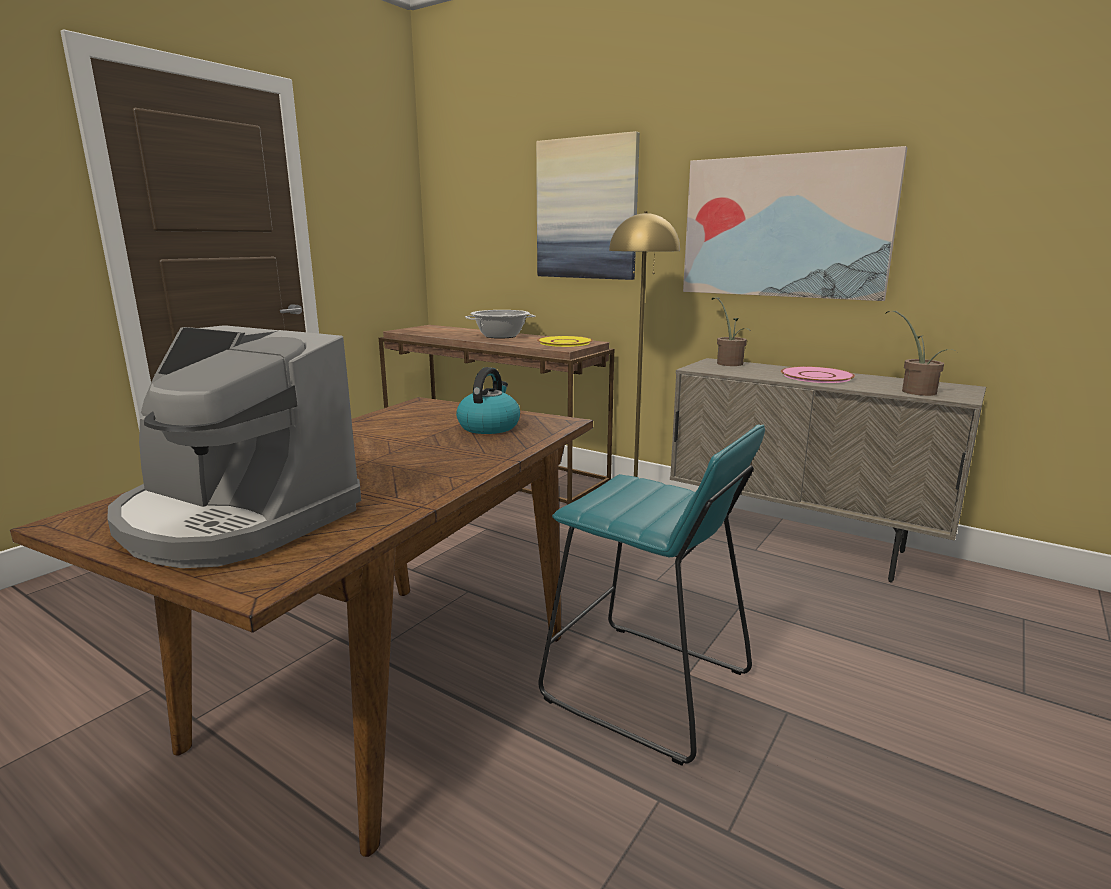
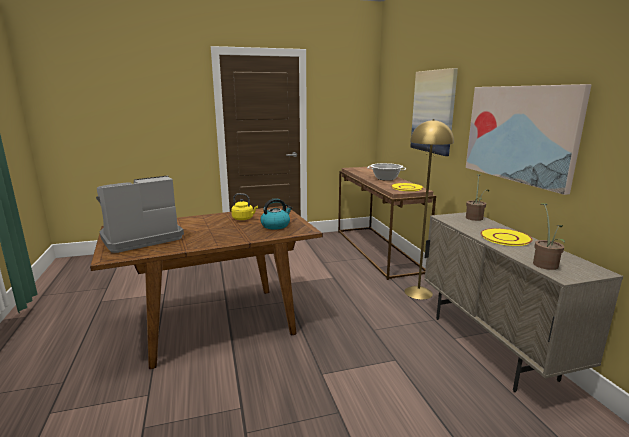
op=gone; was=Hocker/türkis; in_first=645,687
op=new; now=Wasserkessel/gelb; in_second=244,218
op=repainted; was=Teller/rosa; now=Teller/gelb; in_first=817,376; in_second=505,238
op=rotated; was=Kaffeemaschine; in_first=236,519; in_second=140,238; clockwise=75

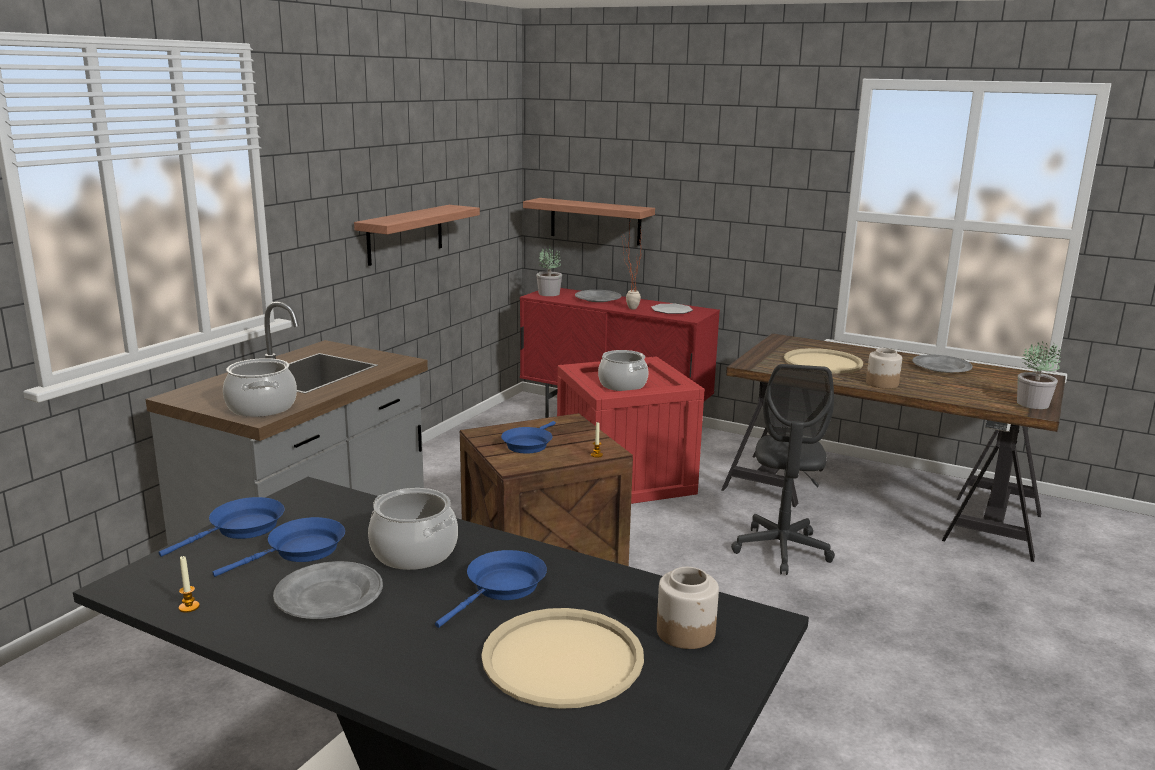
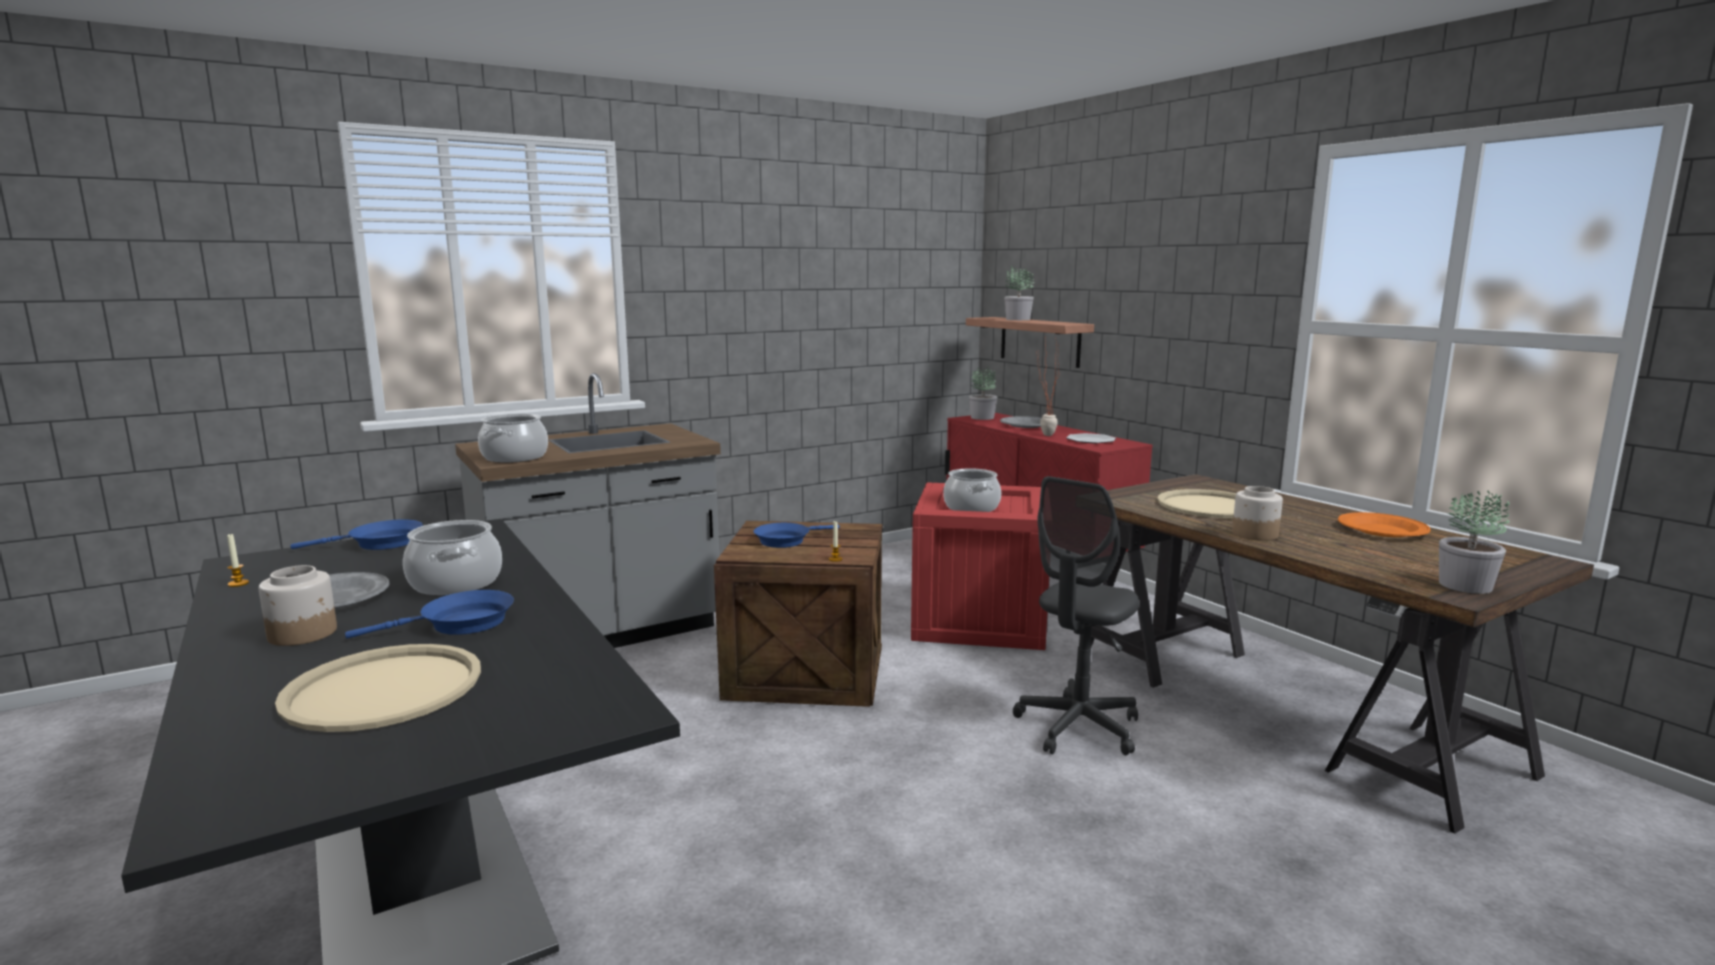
op=gone; was=Pfanne/blau; in_first=300,551
op=gone; was=Wandregal; in_first=405,234
op=new; now=Topfpflanze; in_second=1017,319
op=shifted; was=Vorratsglas; in_first=686,632; in_second=303,634
op=repainted; was=Teller/grau; now=Teller/orange; in_first=941,367; in_second=1381,530

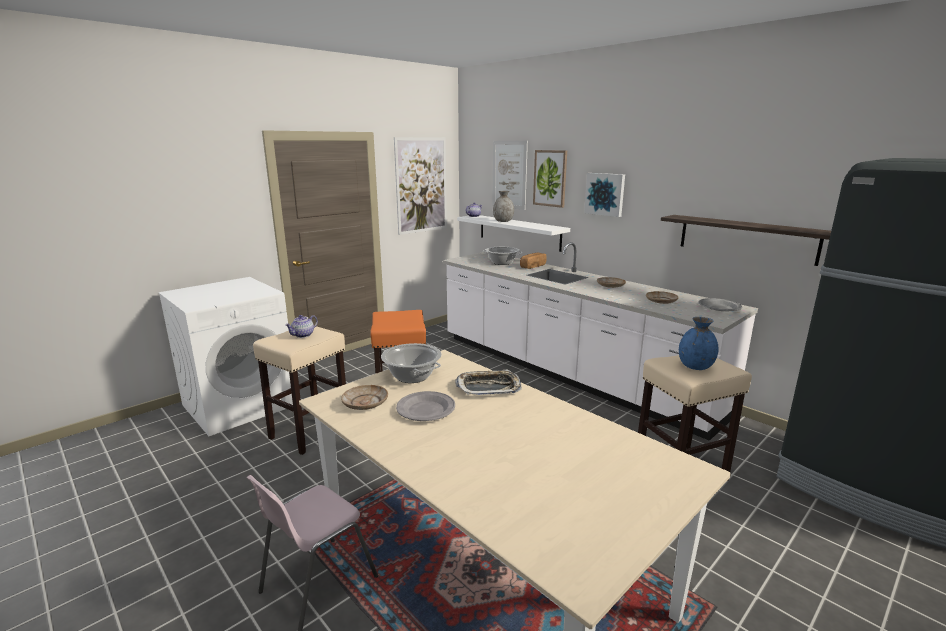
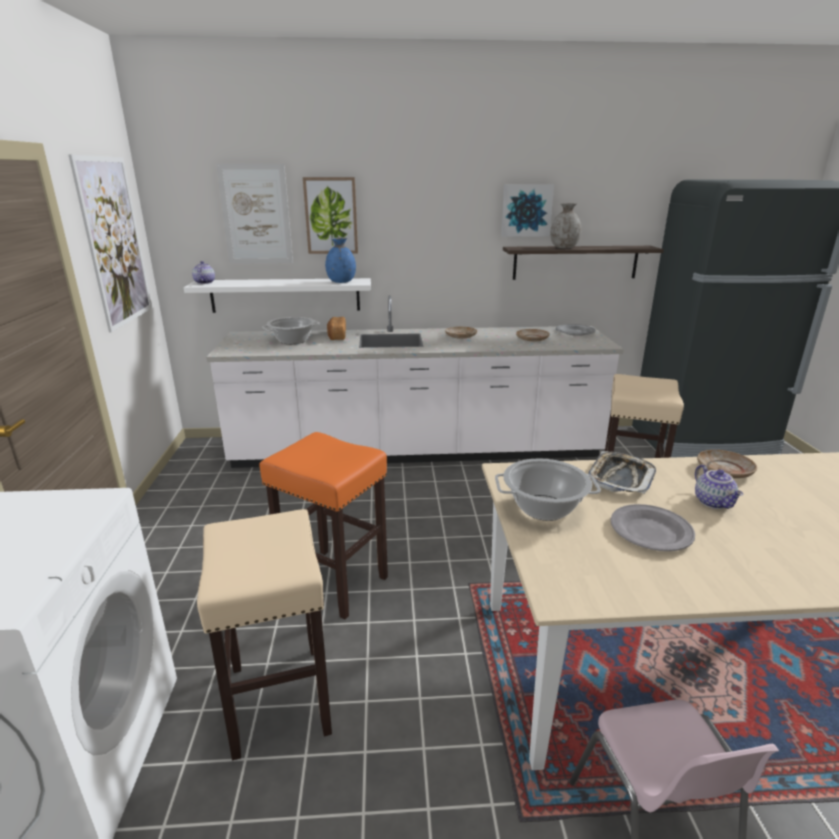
op=shifted; was=Teekanne; in_first=303,335; in_second=714,502
op=shifted; was=Teller/beige; in_first=365,403; in_second=724,470
op=shifted; was=Vase/grau; in_first=503,221; in_second=563,247
op=shifted; was=Bild; in_first=605,194; in_second=526,210
op=shifted; was=Vase/blau; in_first=695,367; in_second=341,282

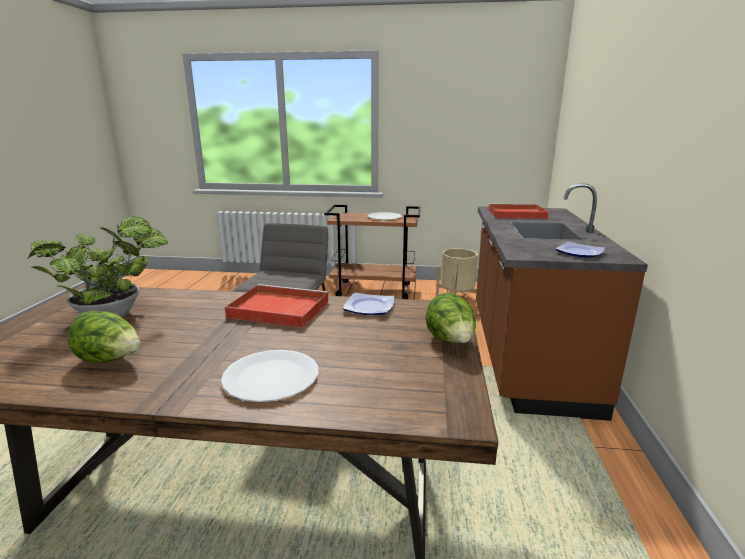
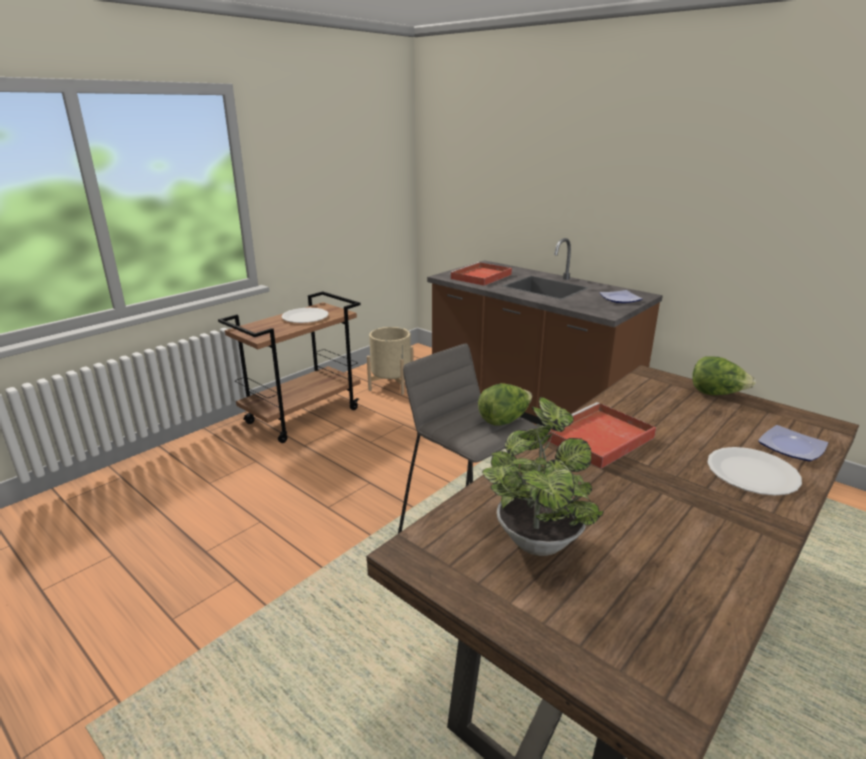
op=shifted; was=Salatkopf; in_first=111,360; in_second=504,420
op=shifted; was=Teller; in_first=368,307; in_second=792,448

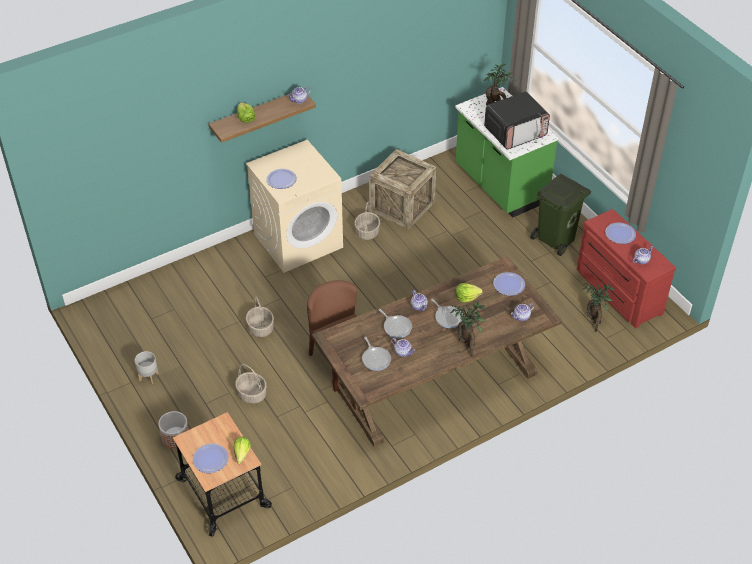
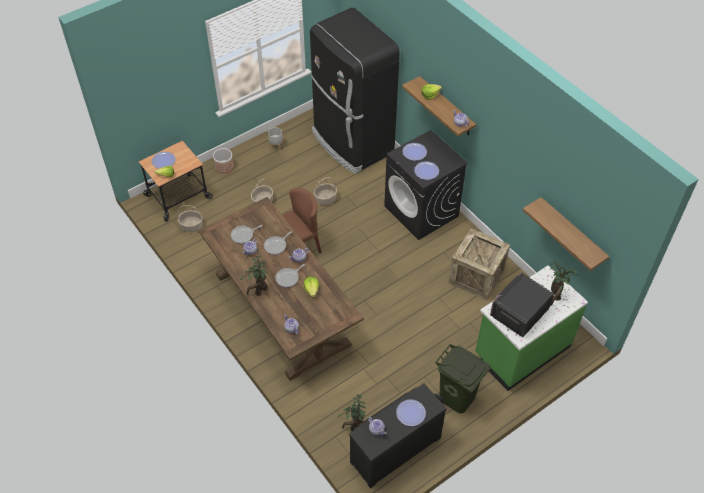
op=new; now=Kühlschrank/schwarz; in_second=351,143
op=new; now=Wandregal; in_second=572,232
op=shifted; was=Korb; in_first=367,232; in_second=191,226
op=shifted; was=Teller; in_first=509,284; in_second=426,171
op=repainted; was=Waschmaschine/beige; now=Waschmaschine/schwarz; in_first=298,240; in_second=422,211
op=repainted; was=Kommode/rot; now=Kommode/schwarz; in_first=617,292; in_second=394,448
op=rotated; was=Mikrowelle; in_first=515,132; in_second=519,313; clockwise=75

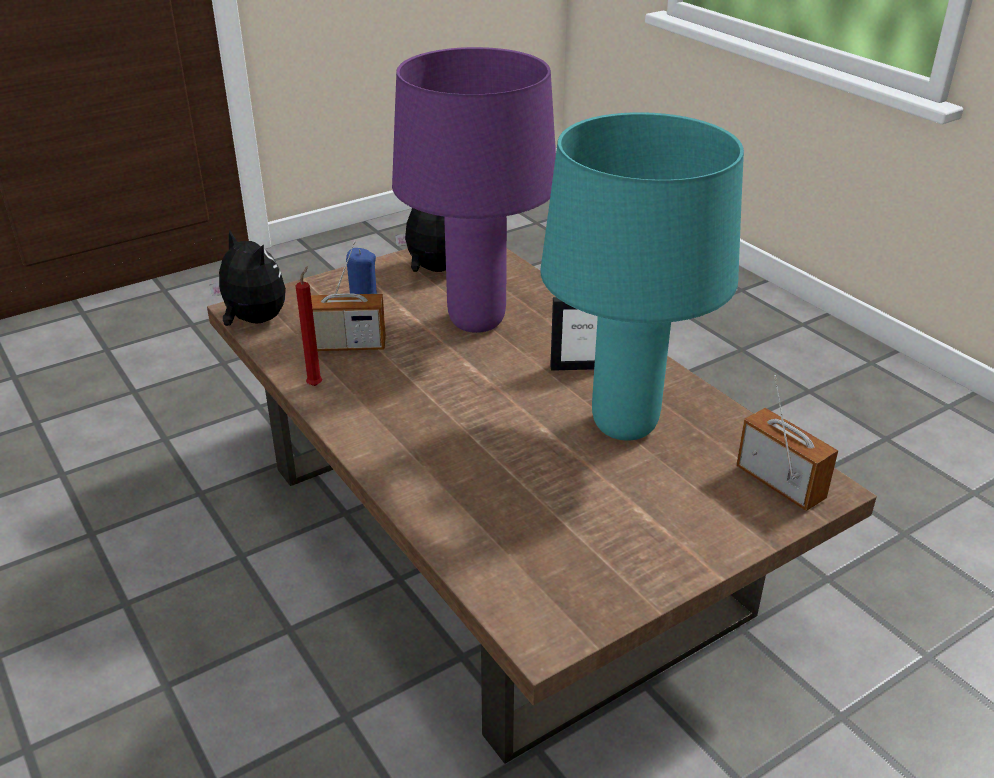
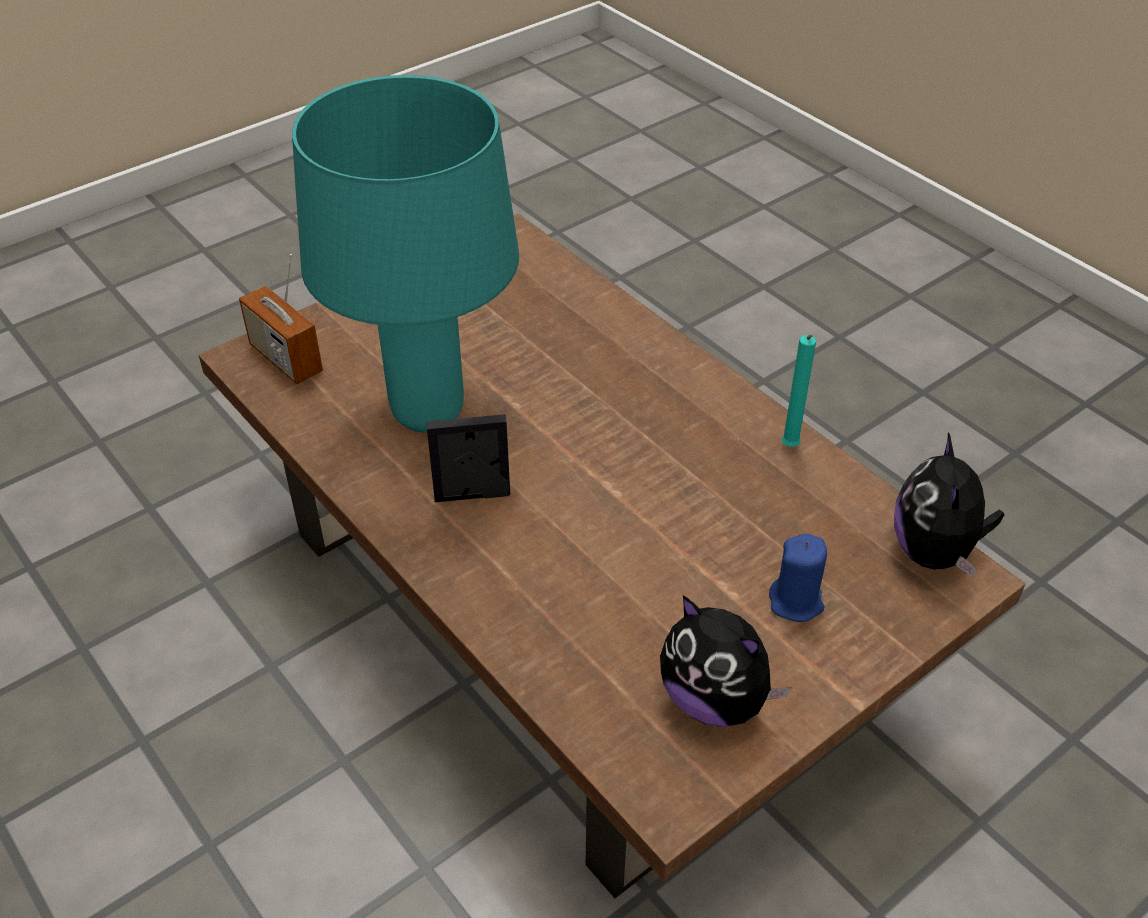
op=gone; was=Radio; in_first=348,345
op=gone; was=Tischlampe/lila; in_first=478,322
op=repainted; was=Kerze/rot; now=Kerze/türkis; in_first=316,384; in_second=789,448
op=rotated; was=Plüschtier; in_first=253,321; in_second=935,552; clockwise=60

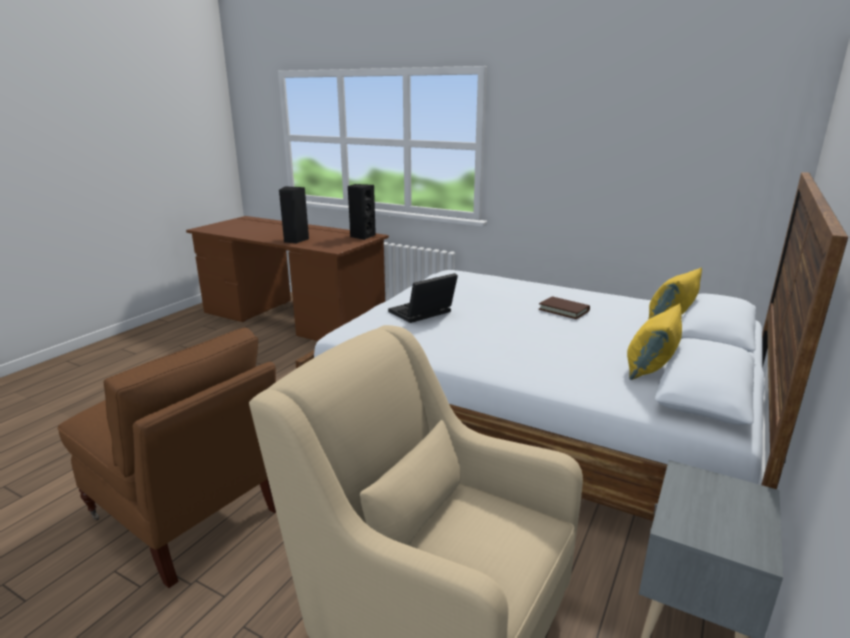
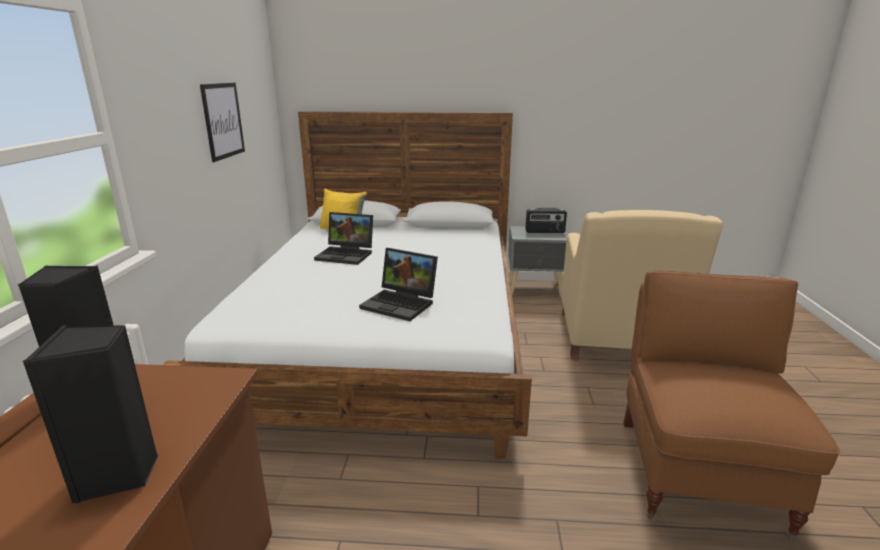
op=gone; was=Kissen/gelb; in_first=650,369
op=new; now=Bild; in_second=223,120
op=new; now=Radio; in_second=545,232
op=swapped; was=Buch/braun; now=Laptop; in_first=563,310; in_second=347,255

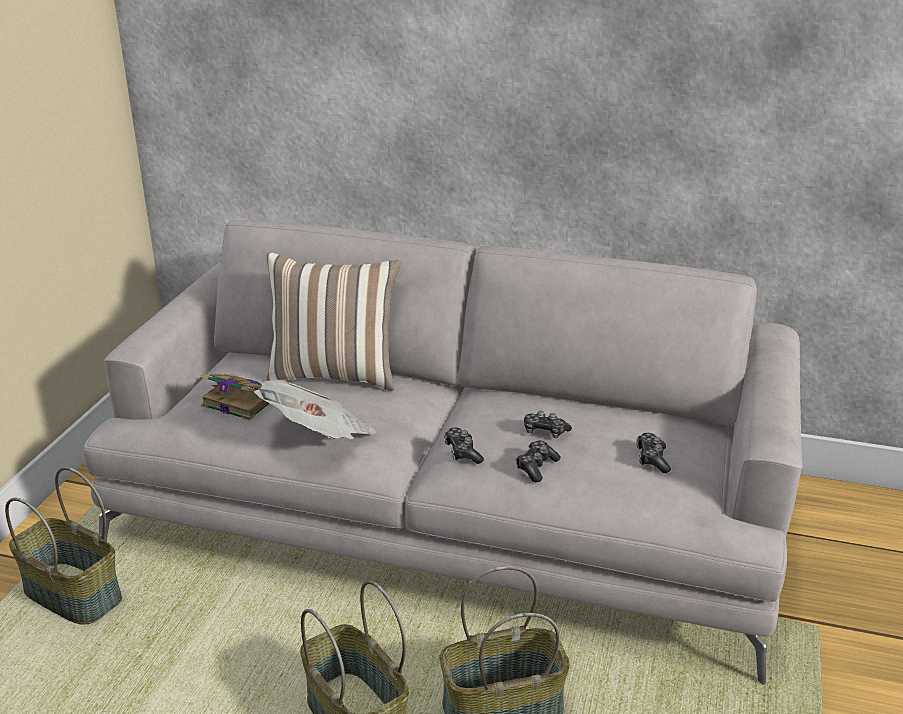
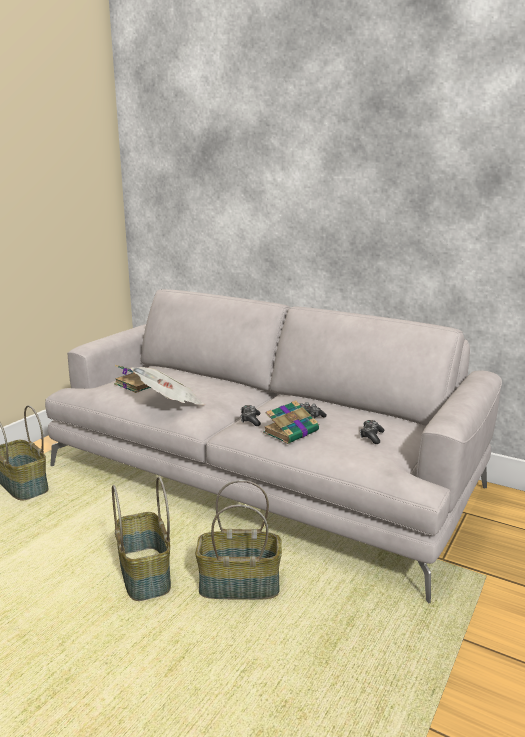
op=gone; was=Kissen; in_first=335,374
op=swapped; was=Gamepad; now=Buch; in_first=536,467; in_second=292,431

